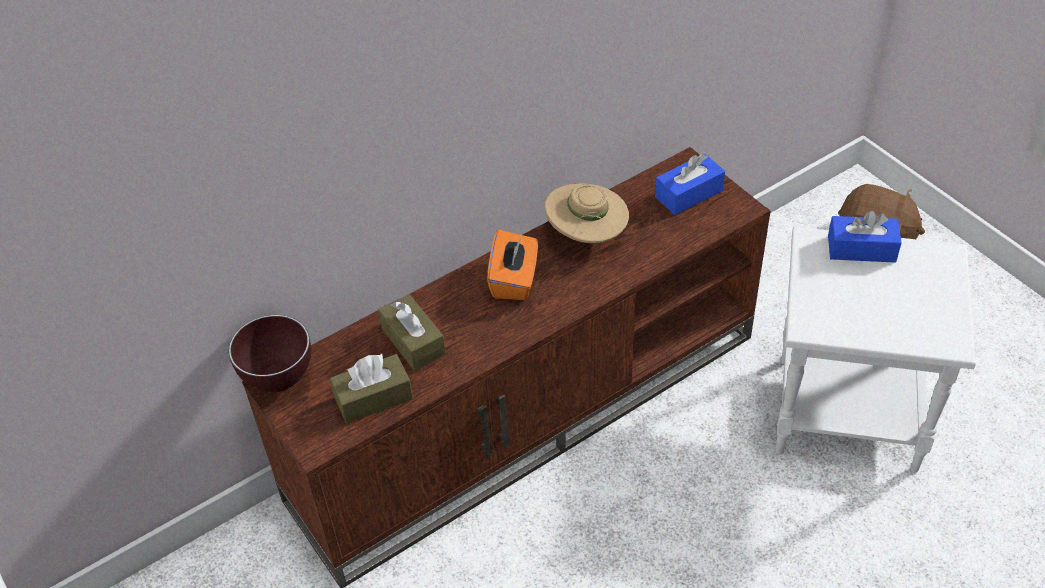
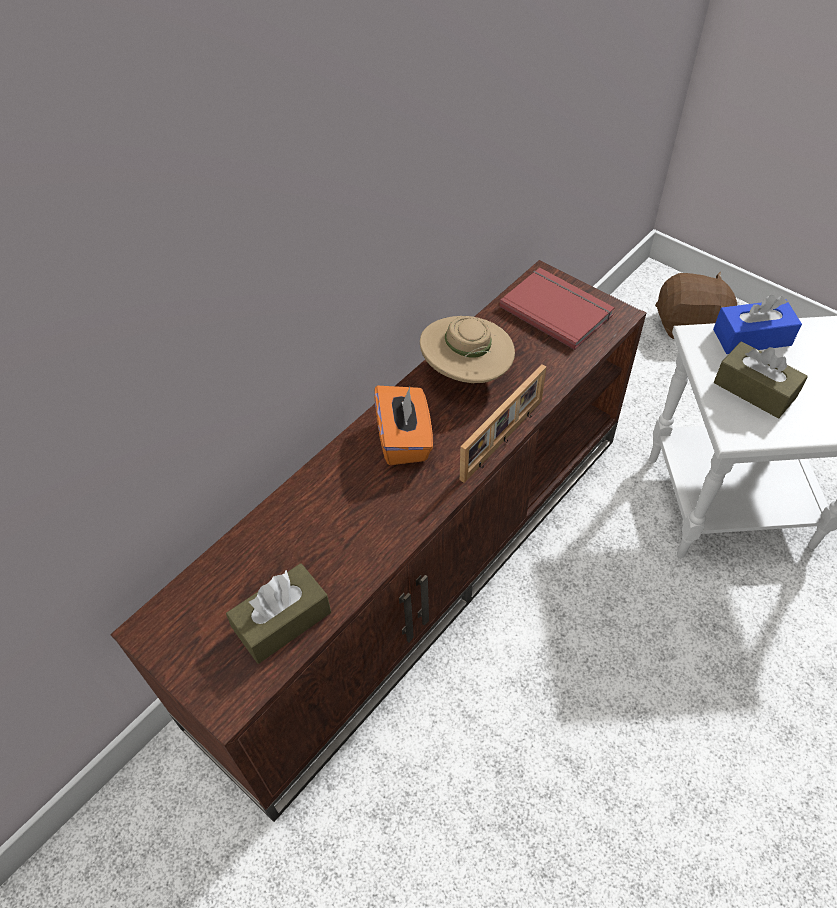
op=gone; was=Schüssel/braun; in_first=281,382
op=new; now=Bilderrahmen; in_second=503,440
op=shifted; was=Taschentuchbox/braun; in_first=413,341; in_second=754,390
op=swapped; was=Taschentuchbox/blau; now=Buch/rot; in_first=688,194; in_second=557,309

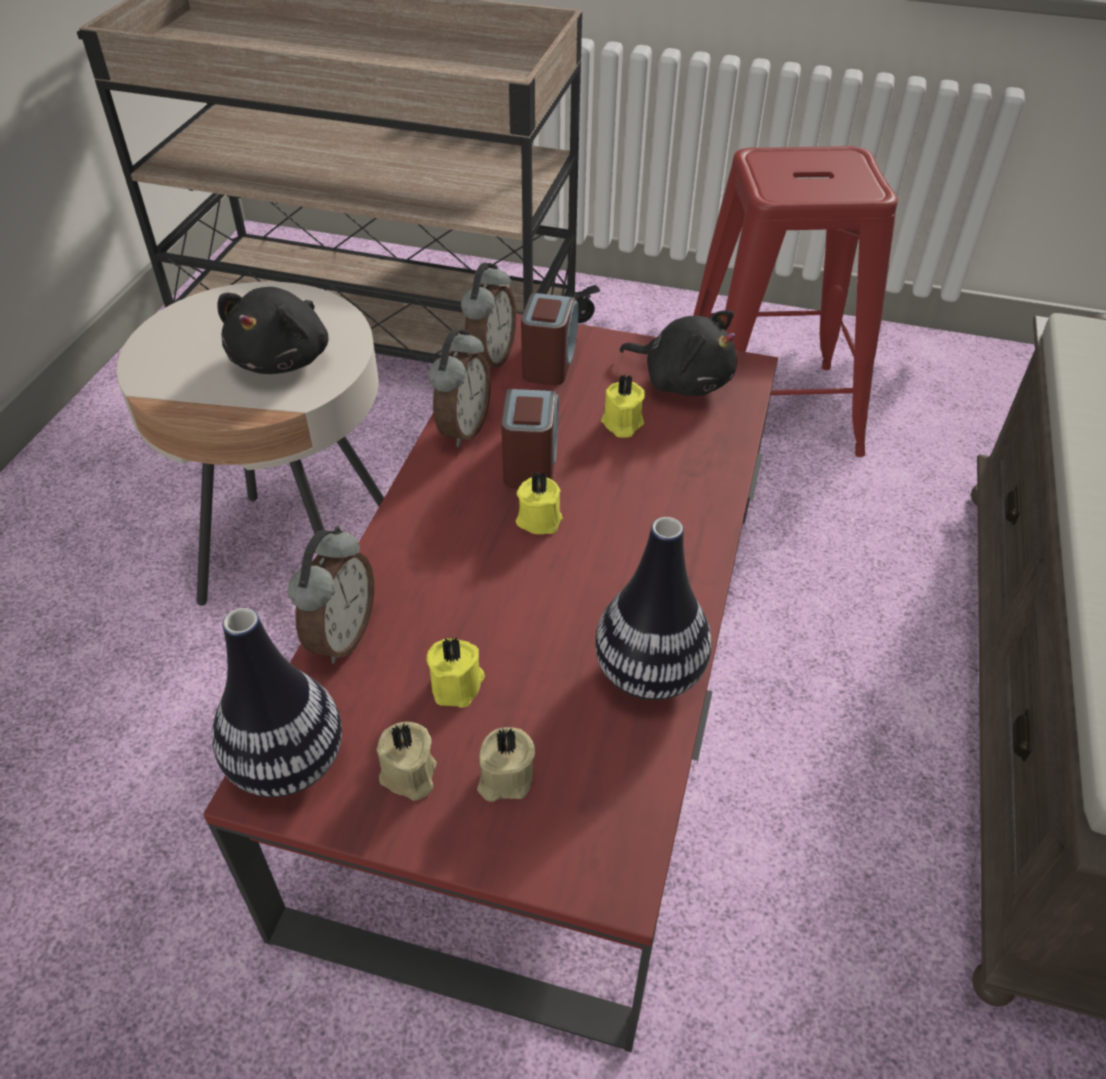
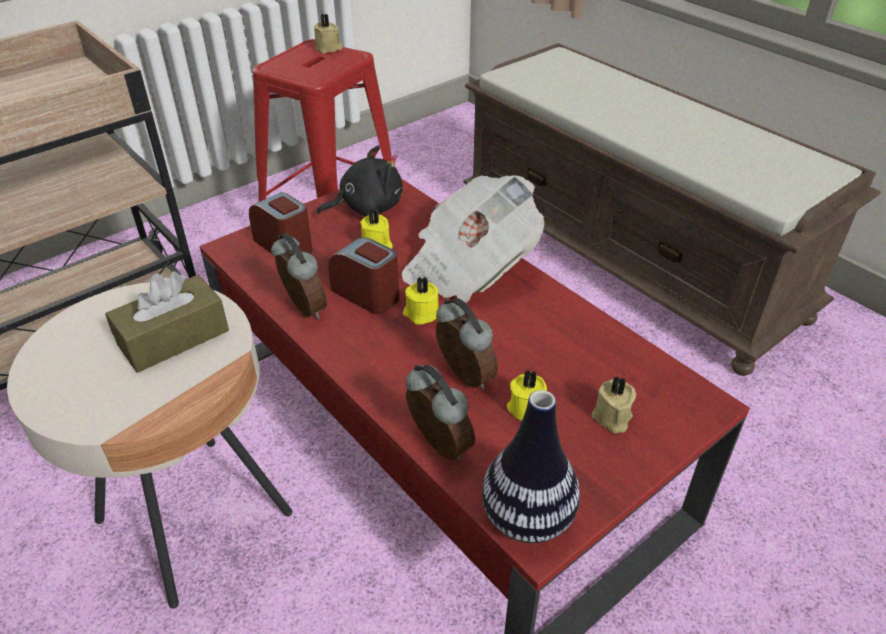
op=gone; was=Vase; in_first=649,672
op=new; now=Zeitung; in_second=469,267
op=shifted; was=Kerze/beige; in_first=408,775; in_second=329,48
op=shifted; was=Wecker; in_first=490,359; in_second=463,377
op=swapped; was=Plüschtier/schwarz; now=Taschentuchbox/braun; in_first=284,359; in_second=173,338

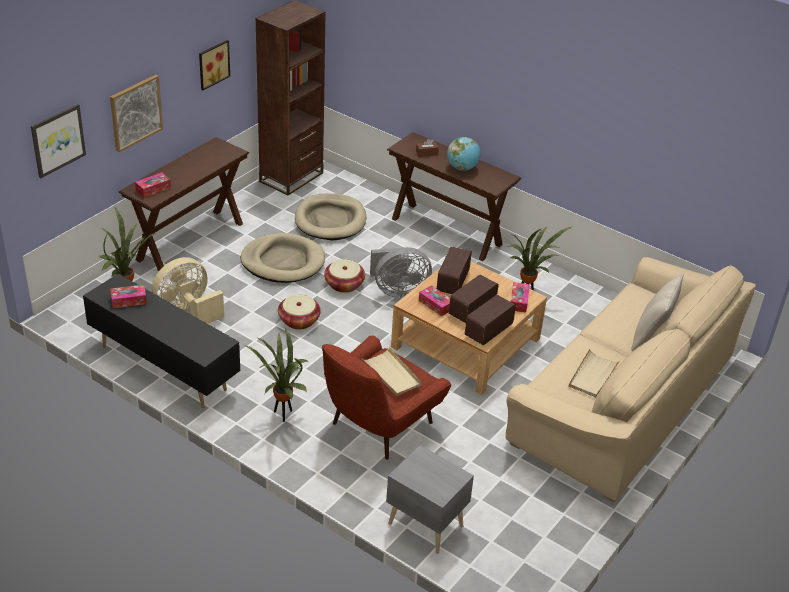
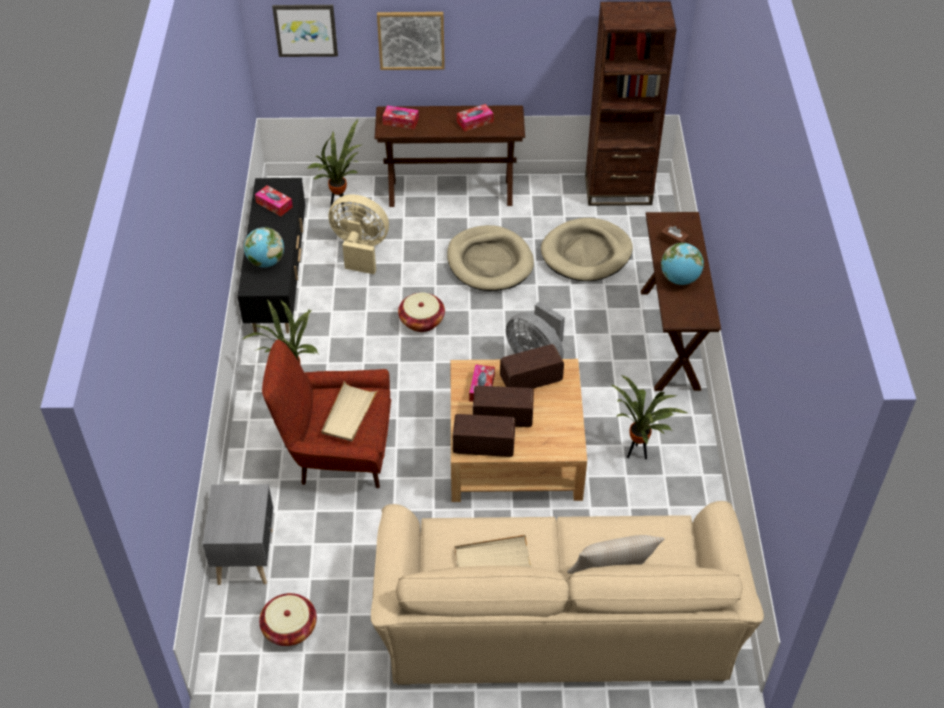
op=gone; was=Bild; in_first=212,64
op=new; now=Globus; in_second=266,262
op=shifted; was=Korb; in_first=344,284; in_second=289,628
op=shifted; was=Taschentuchbox; in_first=518,301; in_second=475,122

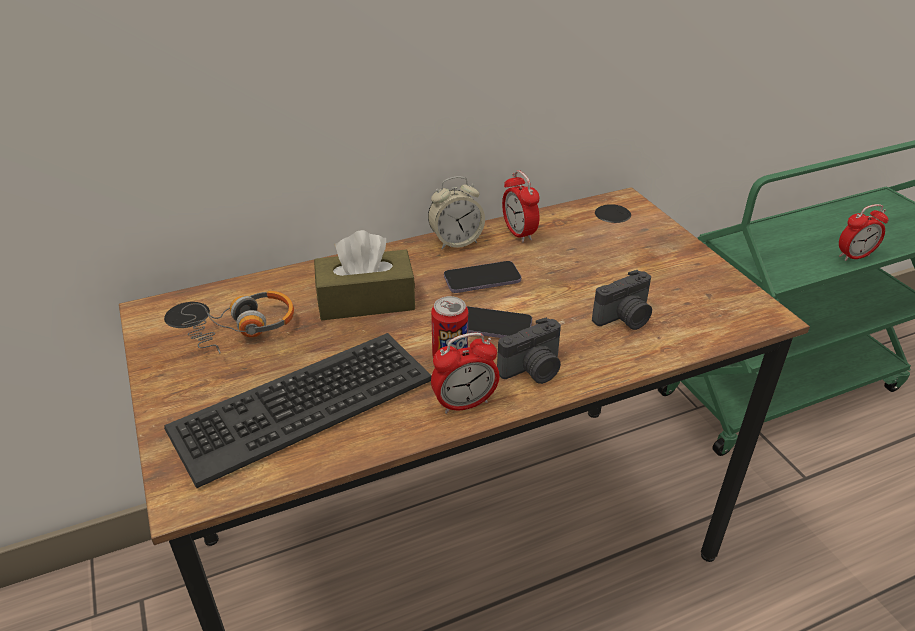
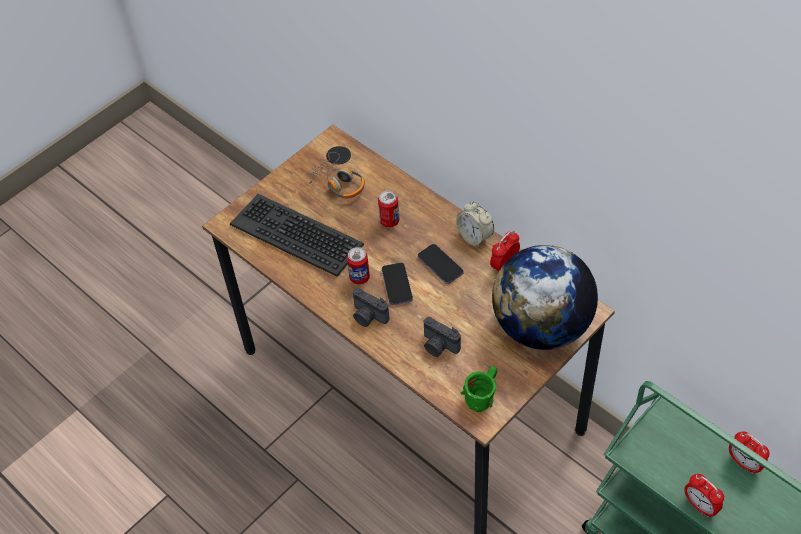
op=new; now=Henkelbecher/grün; in_second=481,393
op=new; now=Globus; in_second=542,326
op=shifted; was=Wecker; in_first=464,403; in_second=744,463
op=swapped; was=Taschentuchbox/braun; now=Dose; in_first=366,301; in_second=389,221

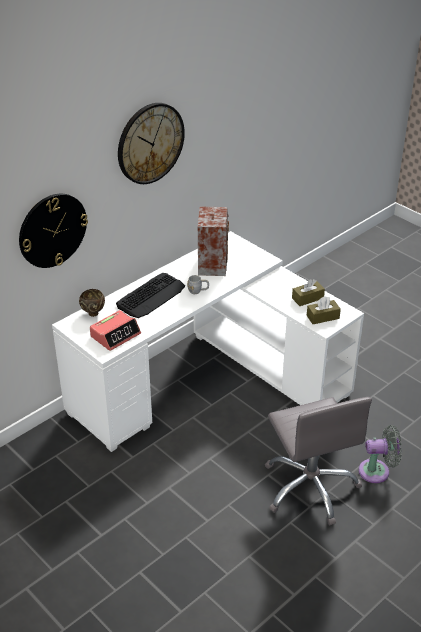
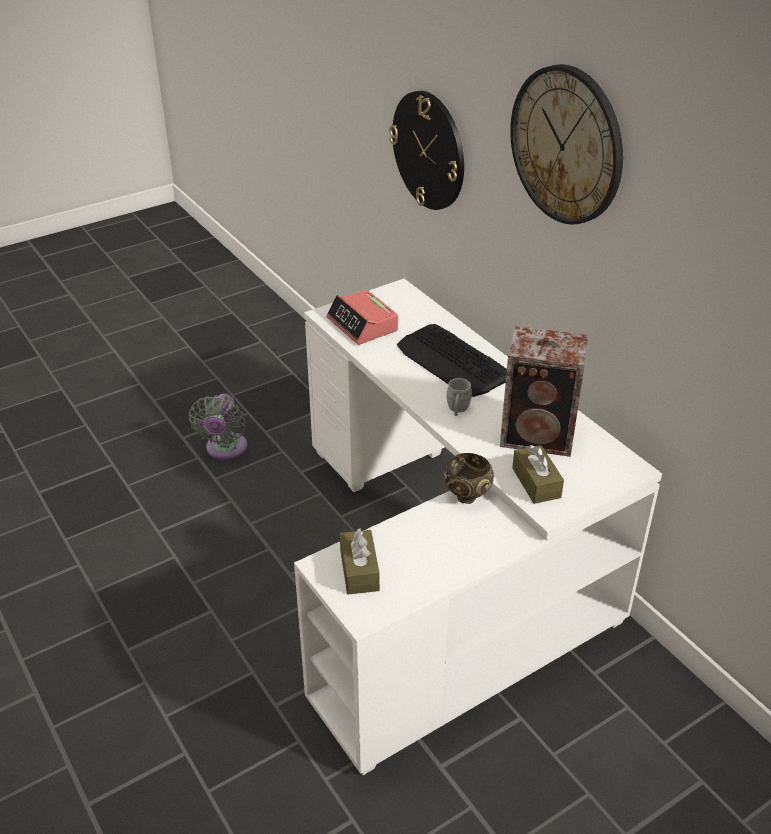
op=gone; was=Bürostuhl/grau; in_first=310,487
op=shifted; was=Schüssel/braun; in_first=93,313; in_second=468,497
op=shifted; was=Taschentuchbox/braun; in_first=307,298; in_second=536,483
op=shifted; was=Ventilator/grau; in_first=377,471; in_second=225,450

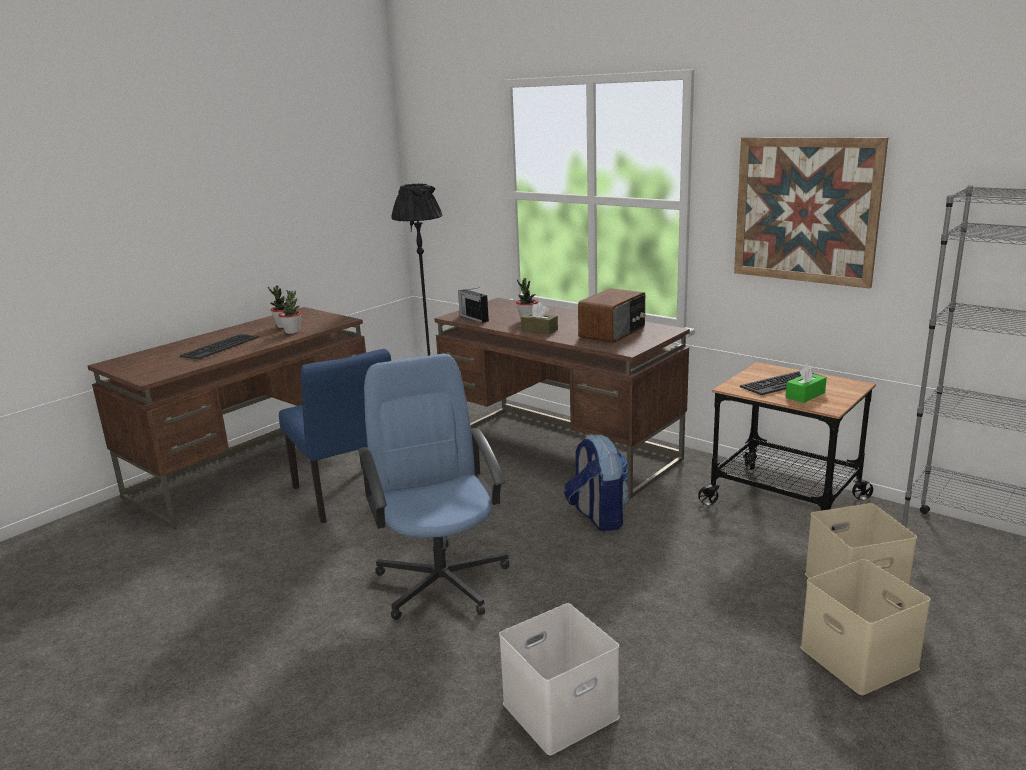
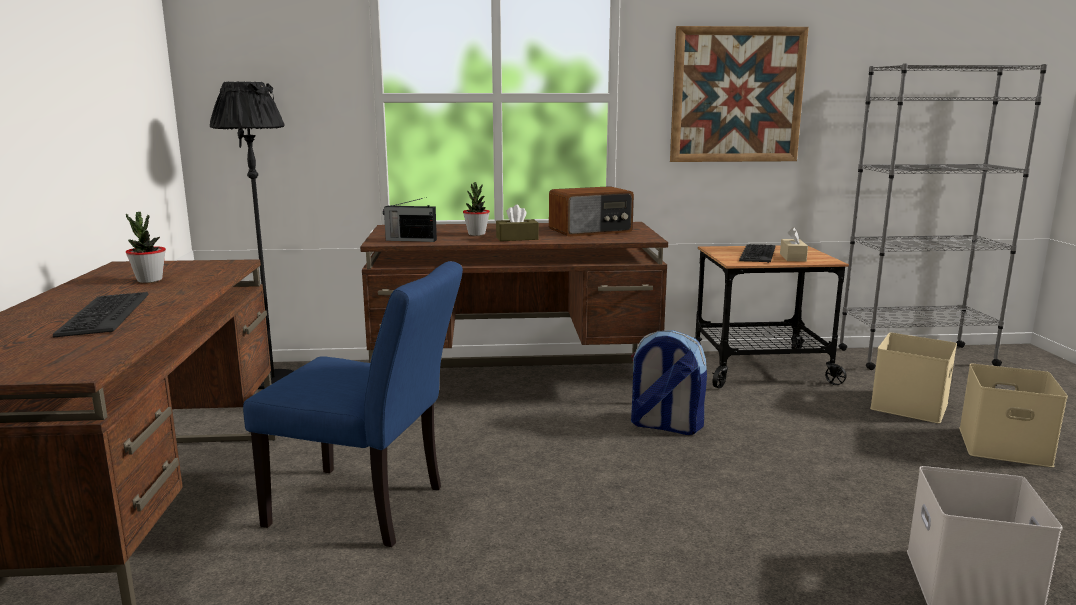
op=gone; was=Topfpflanze; in_first=292,332
op=gone; was=Bürostuhl/blau; in_first=442,581
op=repainted; was=Taschentuchbox/grün; now=Taschentuchbox/beige; in_first=805,395; in_second=792,257
op=rotated; was=Radio; in_first=613,332; in_second=591,231; clockwise=75

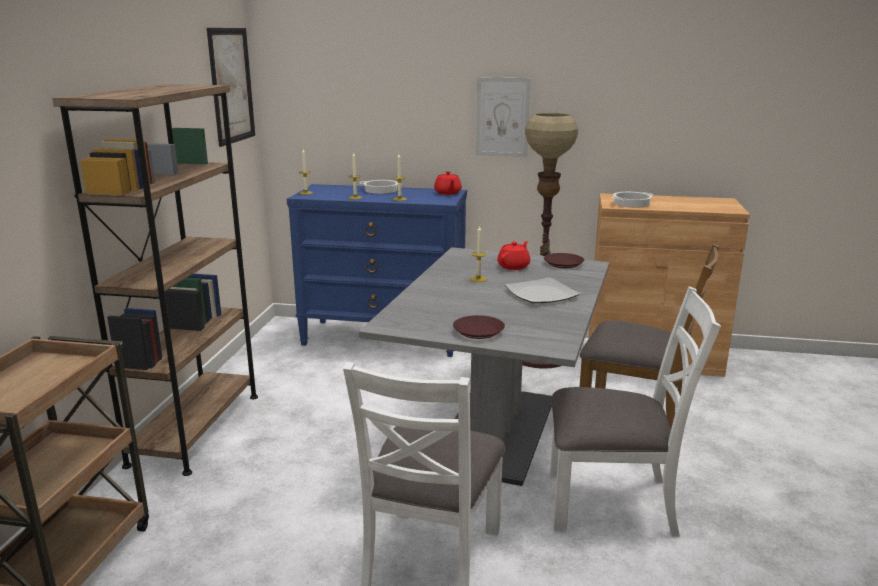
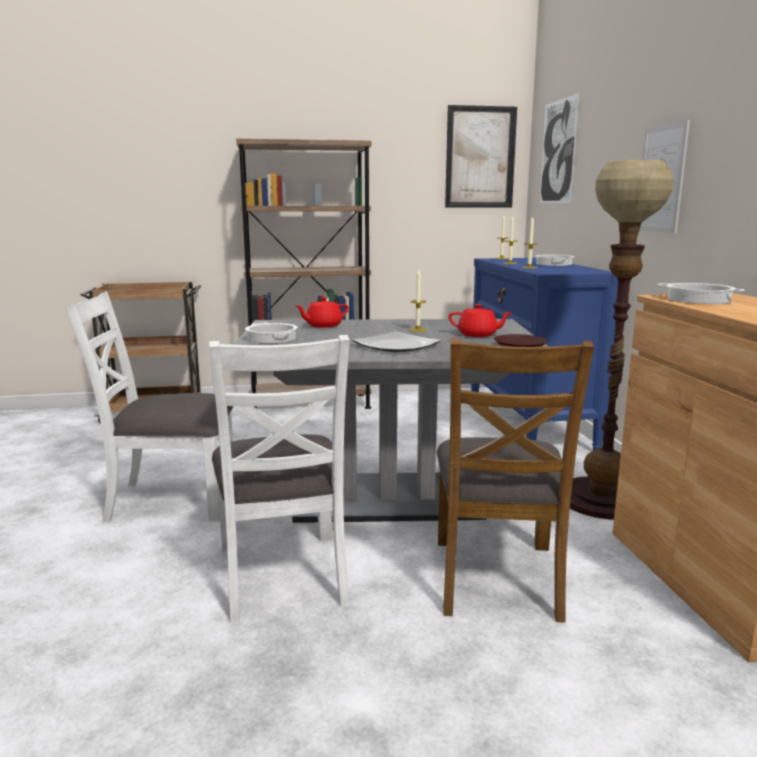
op=new; now=Bild; in_second=558,152
op=shifted; was=Teekanne/rot; in_first=447,193; in_second=323,325
op=swapped; was=Teller/braun; now=Kochtopf; in_first=478,331; in_second=272,338

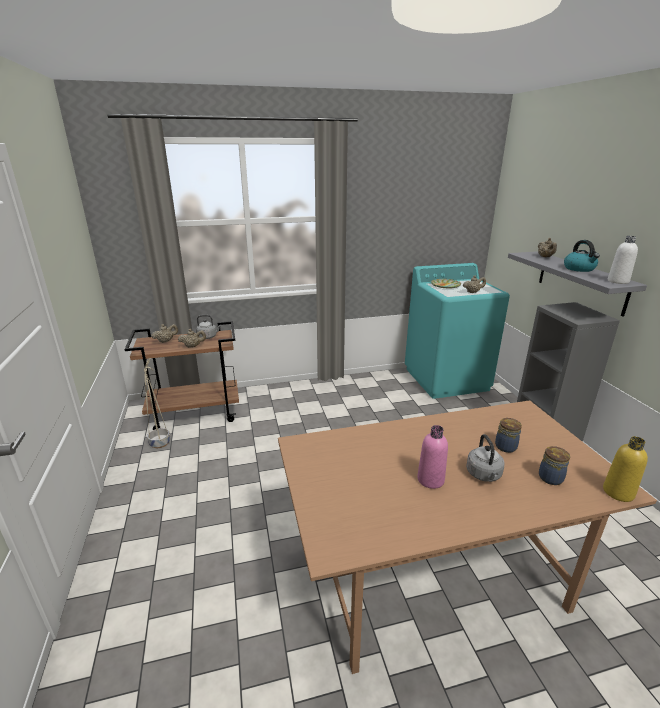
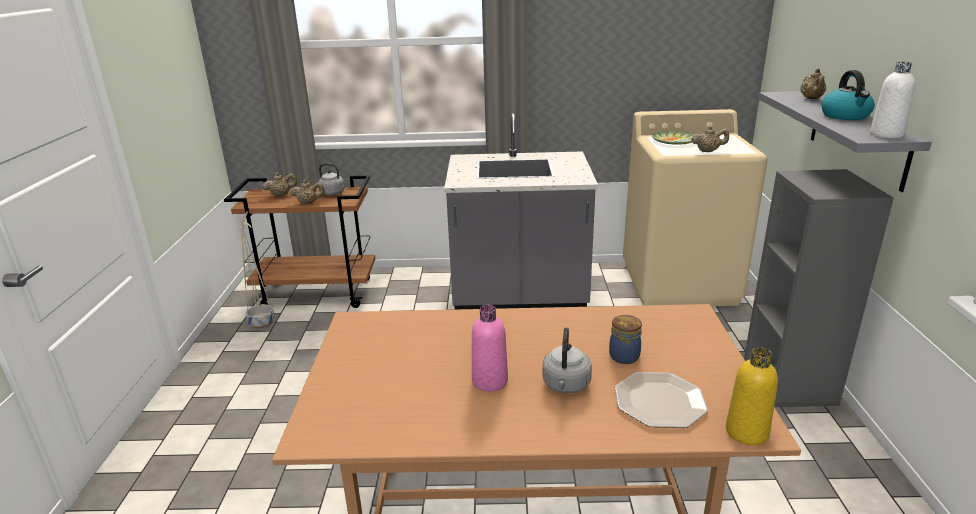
op=new; now=Küchenzeile/grau; in_second=519,297
op=swapped; was=Vorratsglas; now=Teller; in_first=550,477; in_second=659,400
op=repainted; was=Waschmaschine/türkis; now=Waschmaschine/beige; in_first=447,379; in_second=680,283

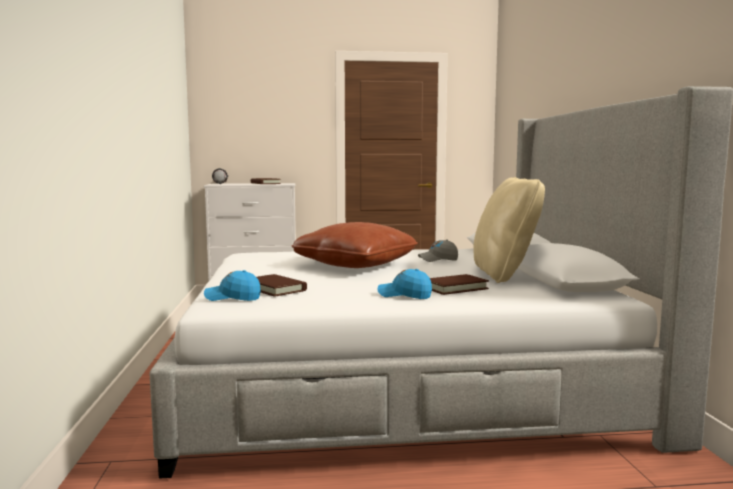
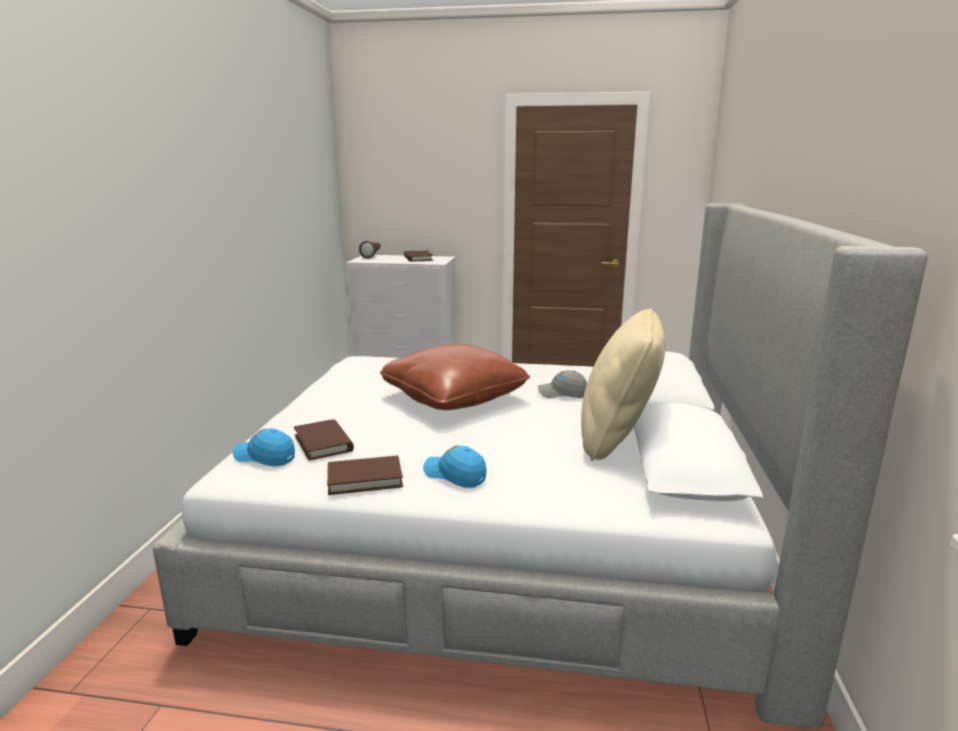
op=shifted; was=Buch/braun; in_first=454,288; in_second=365,479

